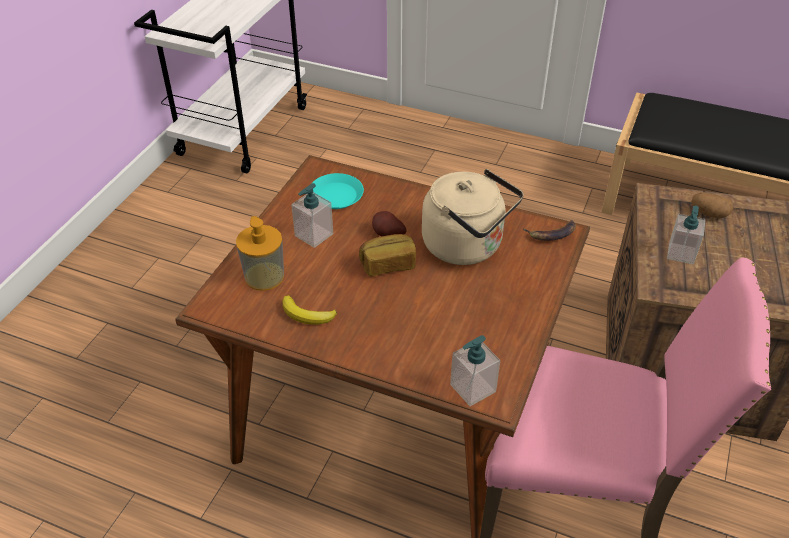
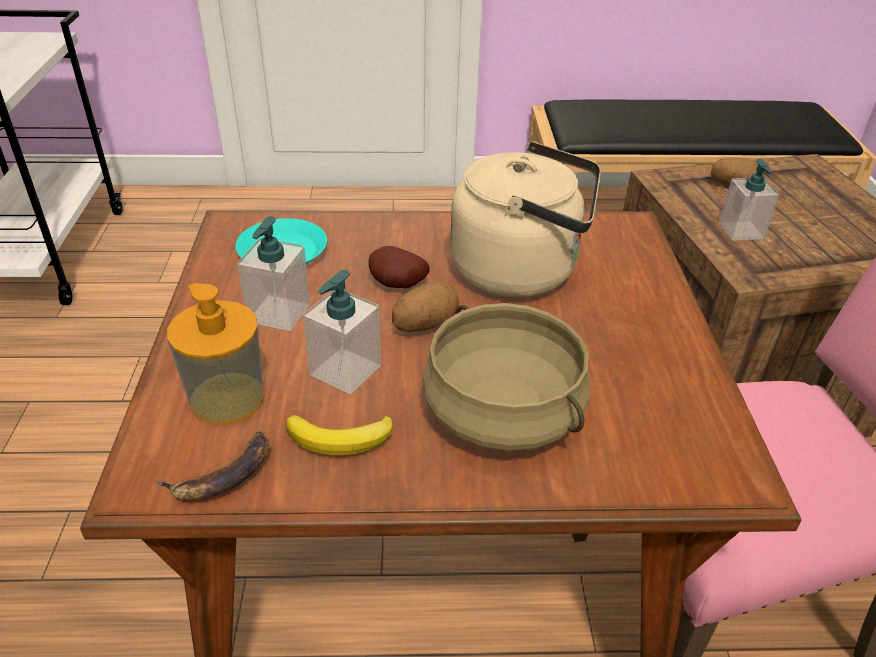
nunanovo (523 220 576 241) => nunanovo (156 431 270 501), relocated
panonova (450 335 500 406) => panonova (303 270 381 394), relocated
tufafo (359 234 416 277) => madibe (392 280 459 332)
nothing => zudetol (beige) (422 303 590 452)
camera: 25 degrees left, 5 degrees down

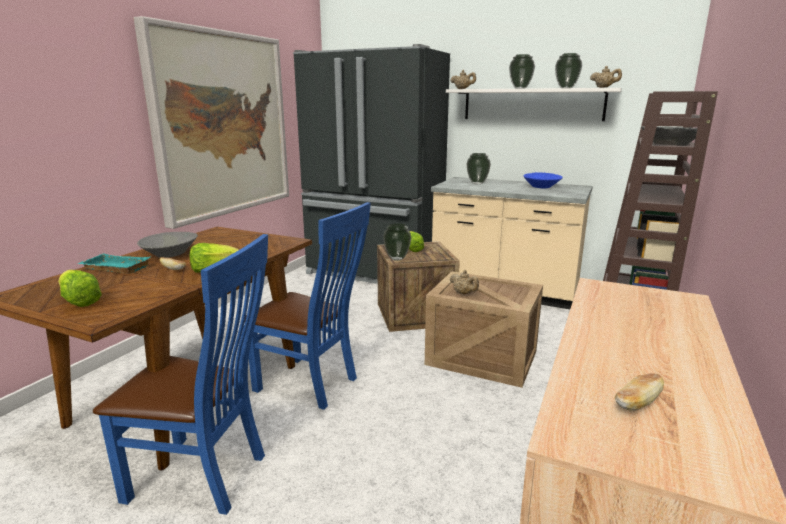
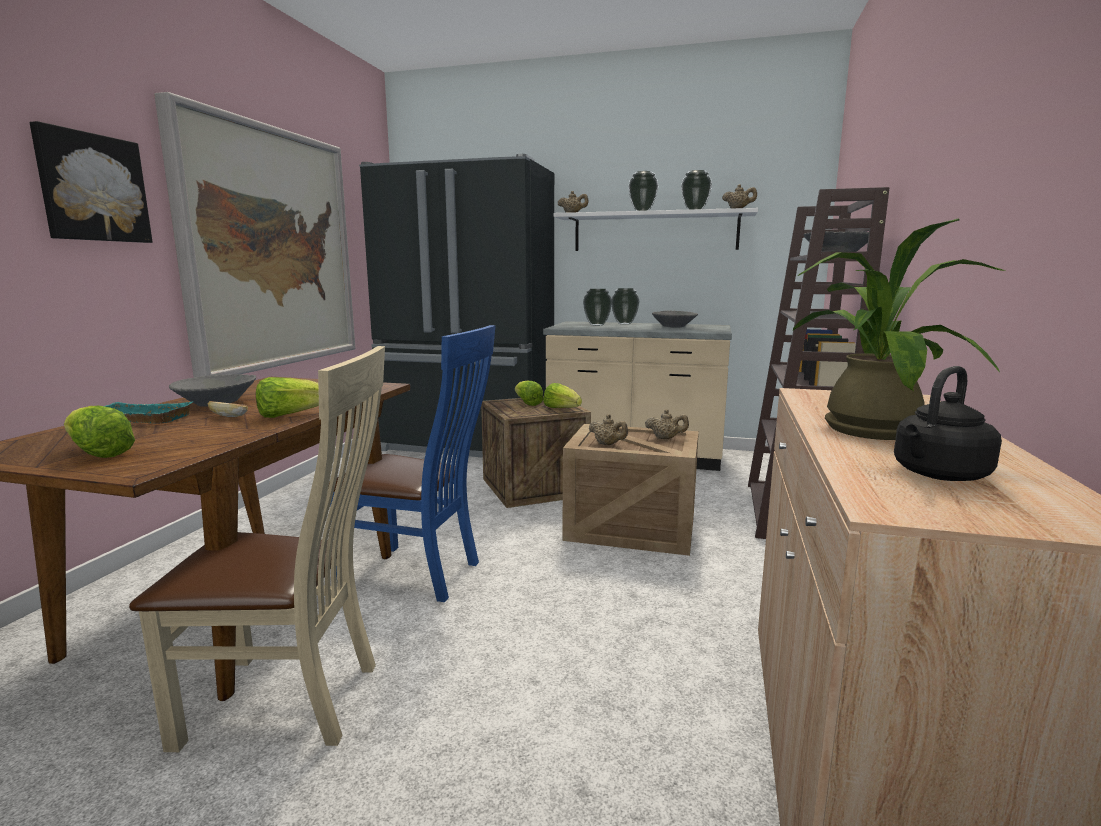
nothing => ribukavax (30 121 152 243)
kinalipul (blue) (93 234 268 515) => kinalipul (beige) (129 346 385 752)
nothing => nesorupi (543 383 582 408)
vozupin (383 223 411 261) => vozupin (612 288 640 325), relocated
nothing => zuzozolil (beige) (645 409 689 439)
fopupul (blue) (523 172 563 188) => fopupul (grey) (652 311 698 327)
nothing => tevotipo (793 219 1005 440)
tufafo (615 373 664 411) => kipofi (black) (894 366 1002 481)
camera: 10 degrees left, 5 degrees down

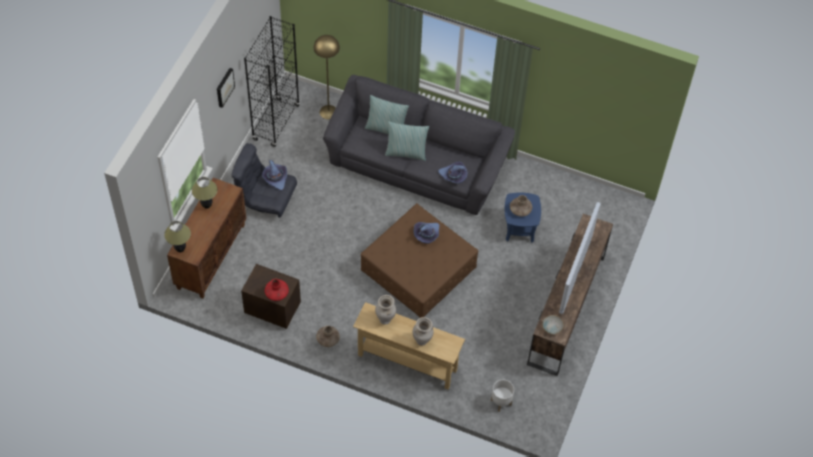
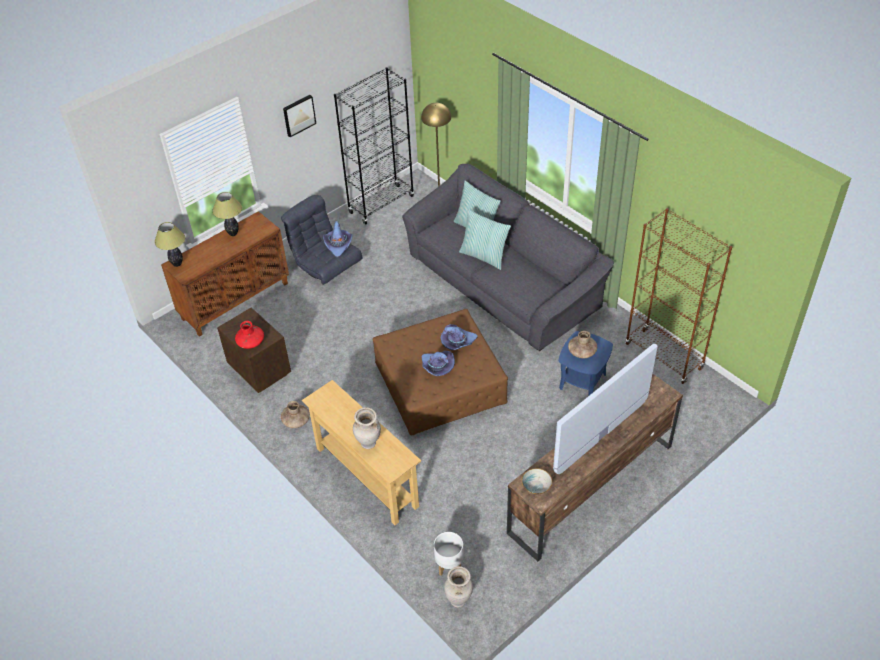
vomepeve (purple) (438 162 468 184) => vomepeve (purple) (422 351 455 376), relocated
vozupin (beige) (375 295 396 325) => vozupin (beige) (444 566 473 607), relocated
nothing => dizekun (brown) (625 208 732 384)
camera: 30 degrees right, 10 degrees down

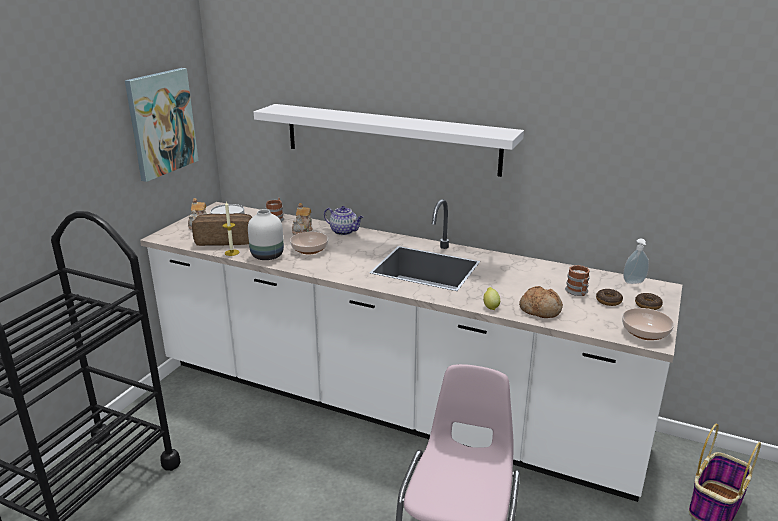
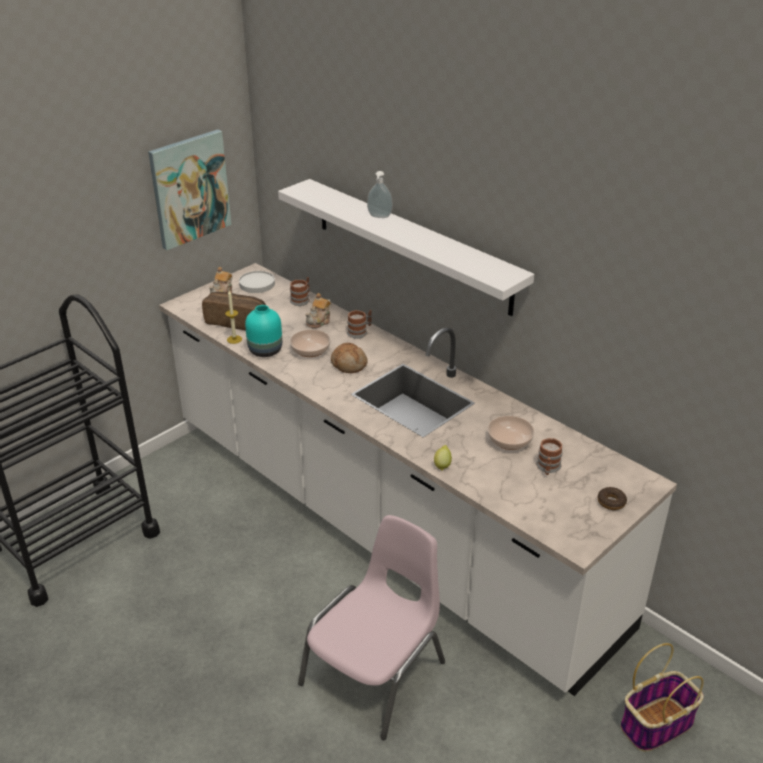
vozupin (white) (248 209 284 260) => vozupin (turquoise) (245 305 282 357)
tufafo (519 286 563 318) => tufafo (331 343 368 373), relocated
zuzozolil (324 206 363 235) => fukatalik (347 310 372 339)
panonova (623 239 649 284) => panonova (367 171 393 218), relocated
fopupul (622 308 674 340) => fopupul (488 416 534 450), relocated
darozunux (596 289 623 306) => nothing
camera: 20 degrees right, 10 degrees up

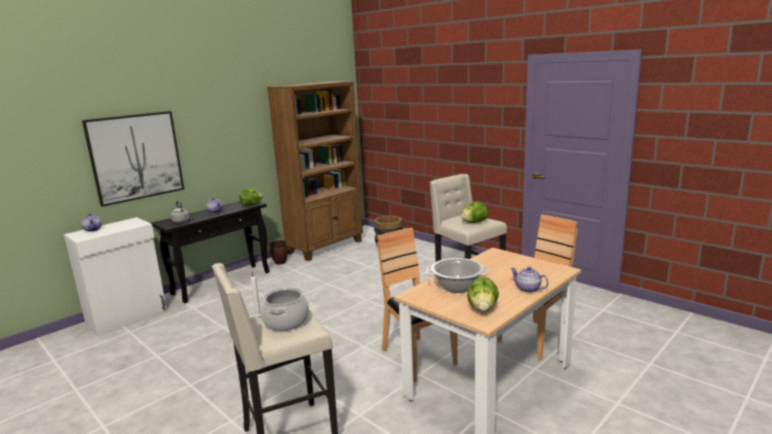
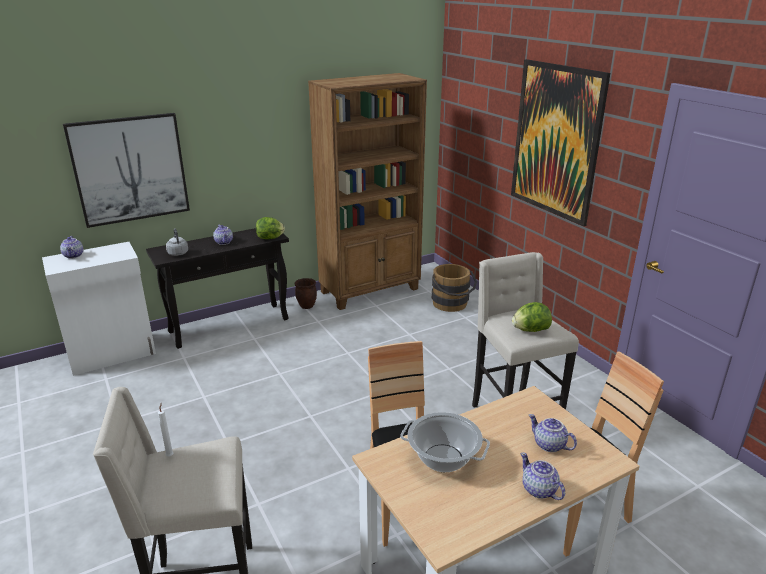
nothing => ribukavax (511 59 610 226)
nothing => zuzozolil (529 414 577 452)
zudetol (261 287 309 331) => nothing
nesorupi (467 277 499 312) => nothing
camera: 15 degrees right, 10 degrees up

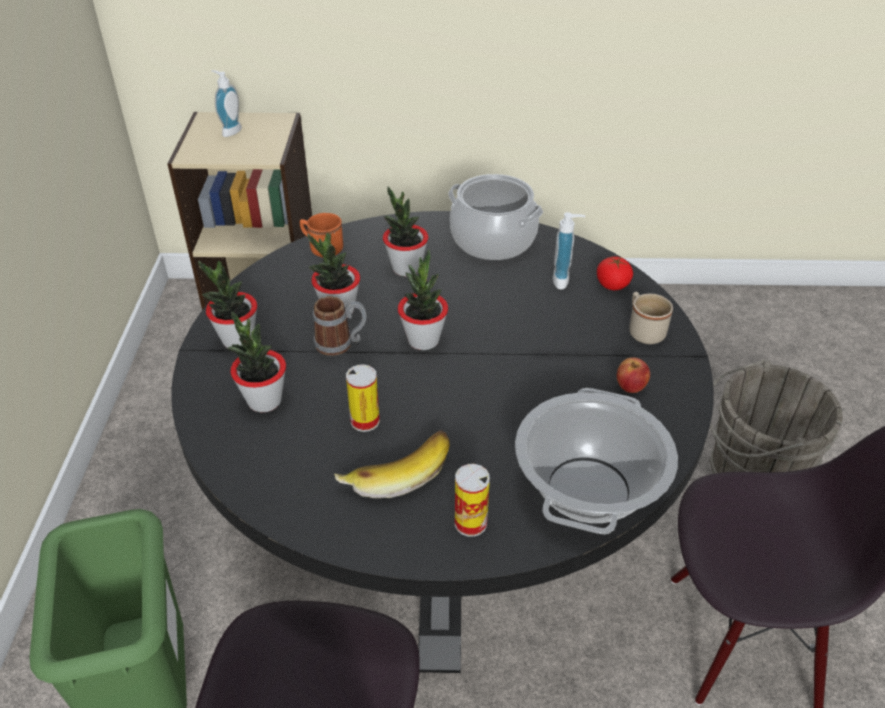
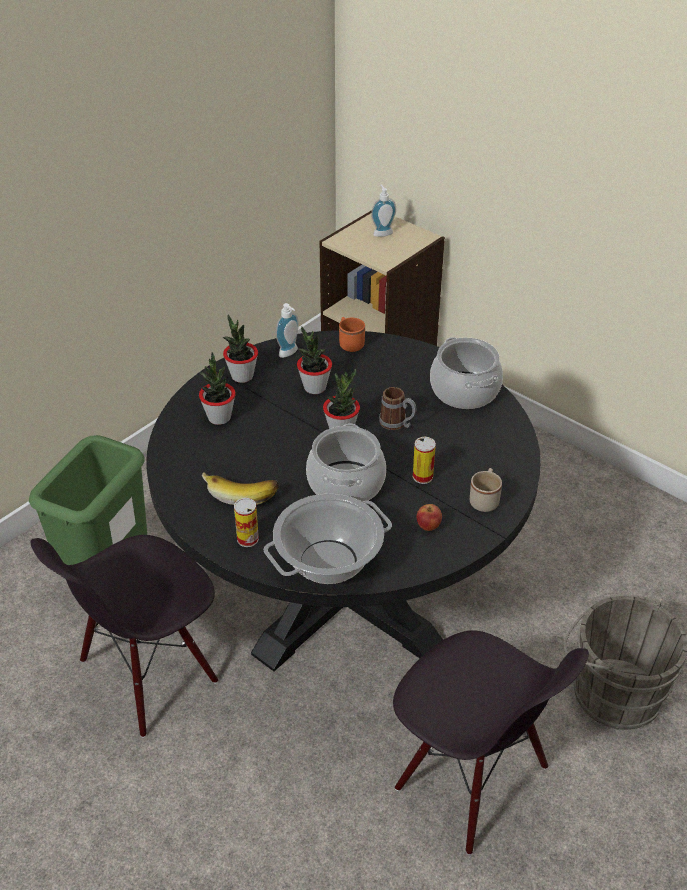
panonova (552 212 585 290) => panonova (276 303 299 358), relocated
nothing => zudetol (306 424 386 502)
fukatalik (313 296 366 356) => fukatalik (379 387 417 430), relocated
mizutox (346 364 380 432) => mizutox (413 437 436 484), relocated
tevotipo (383 186 429 277) => nothing
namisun (597 256 633 290) => nothing
camera: 40 degrees right, 0 degrees up

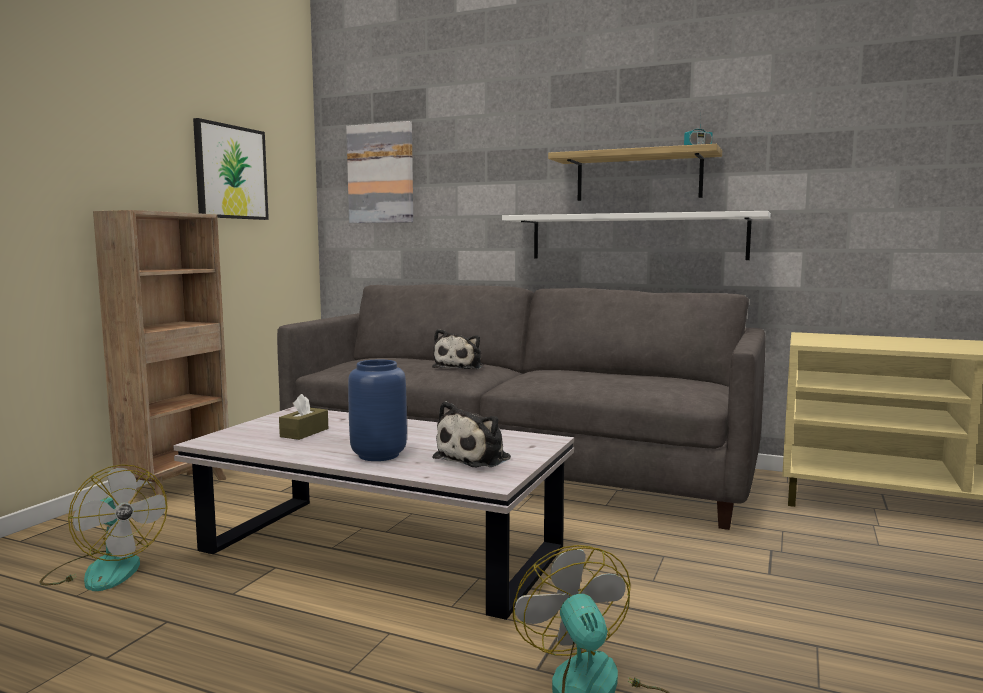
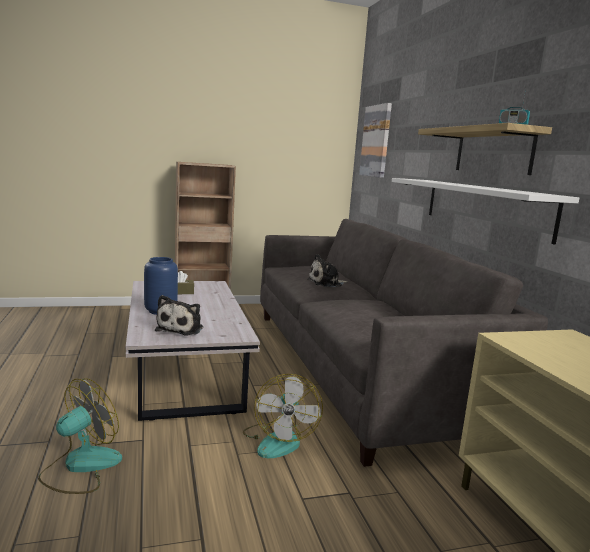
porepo (432 401 511 467) => porepo (155 295 203 335), 75 degrees counterclockwise
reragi (39 464 168 591) => reragi (243 374 323 458), relocated
ribukavax (193 118 269 220) => nothing
camera: 50 degrees right, 5 degrees up

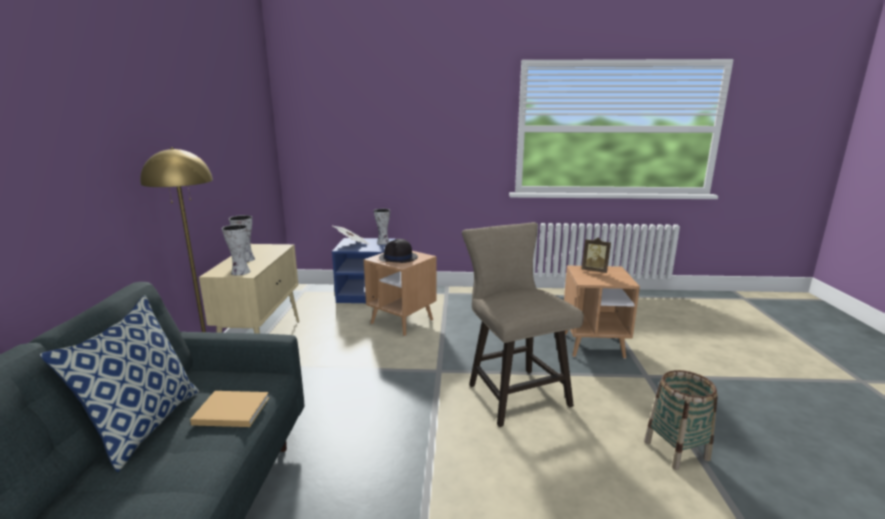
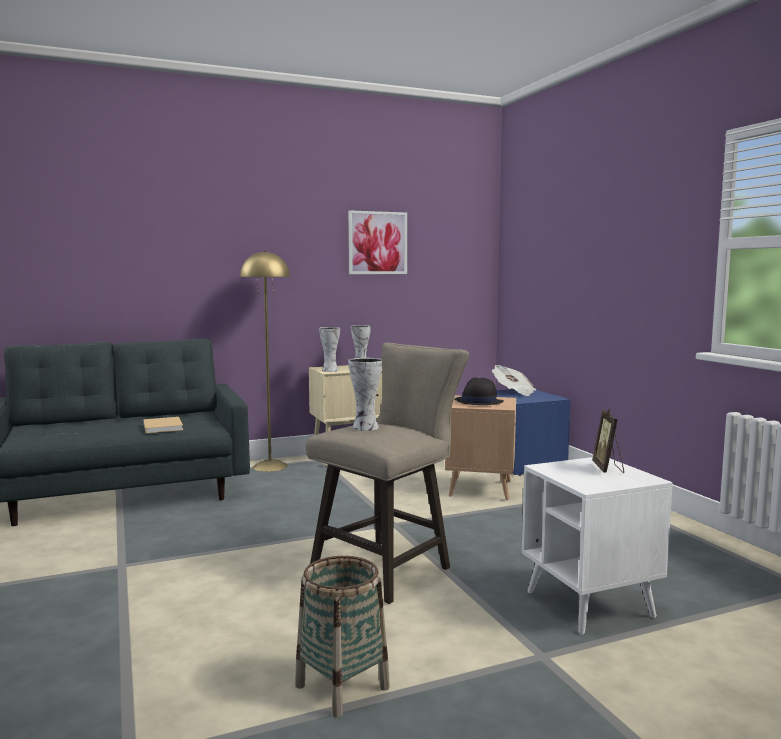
nothing => ribukavax (348 210 407 274)
vozupin (374 209 390 245) => vozupin (348 358 382 431), relocated
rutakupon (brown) (564 265 640 359) => rutakupon (white) (522 457 673 635)
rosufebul (39 295 199 472) => nothing
camera: 65 degrees right, 10 degrees down

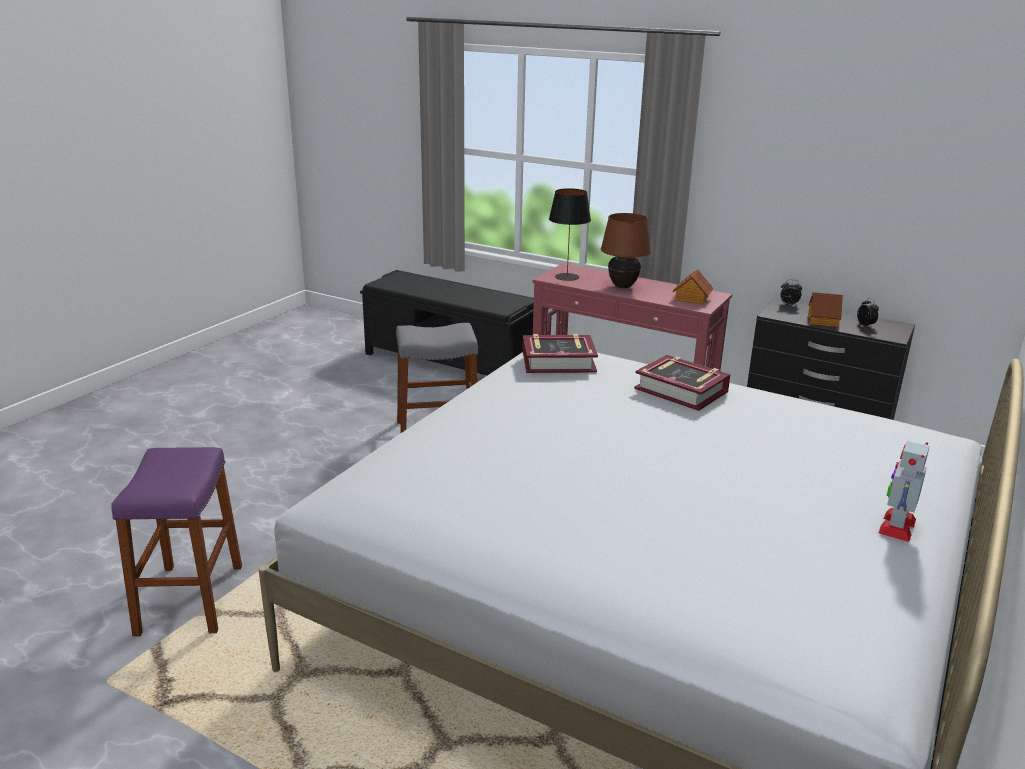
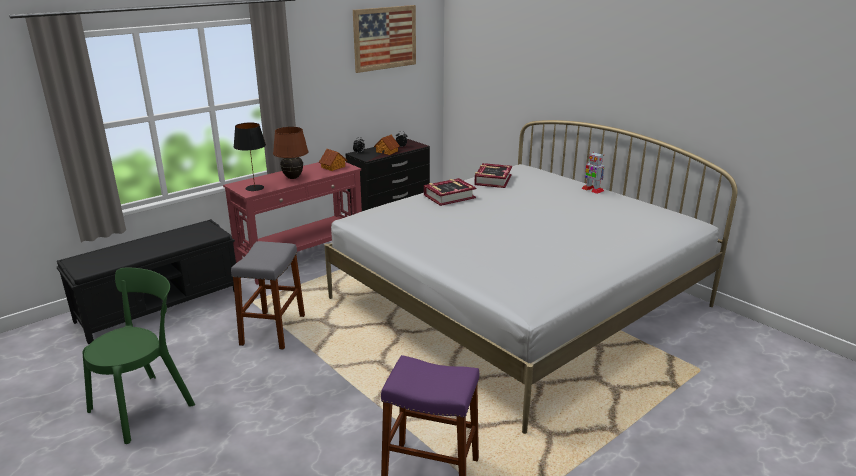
nothing => kinalipul (green) (83 268 195 444)
nothing => ribukavax (353 5 416 73)
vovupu (523 334 598 373) => vovupu (474 163 512 188), relocated
camera: 70 degrees left, 0 degrees up

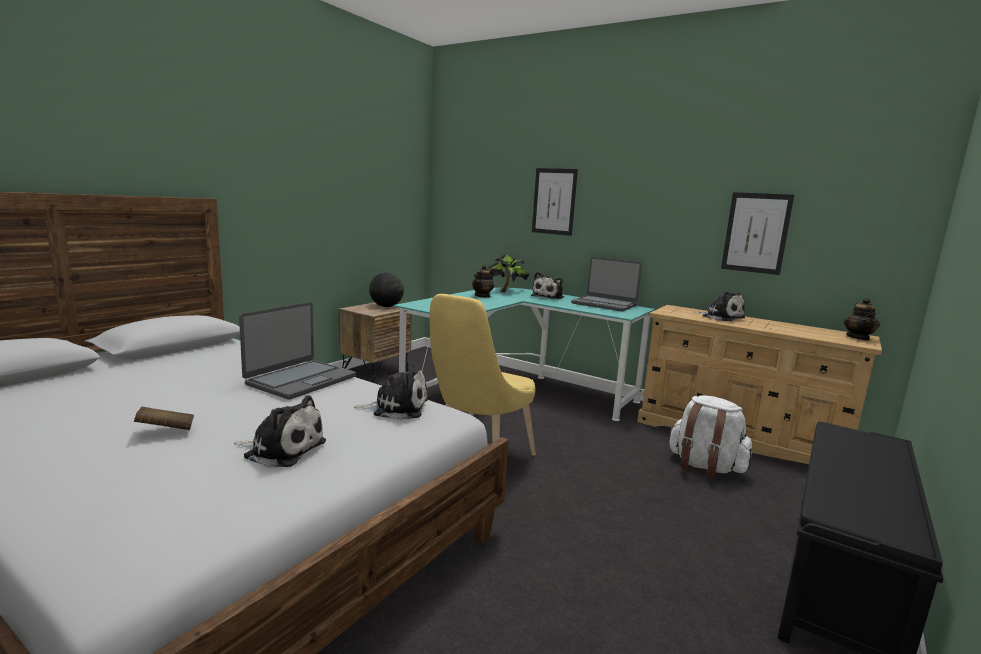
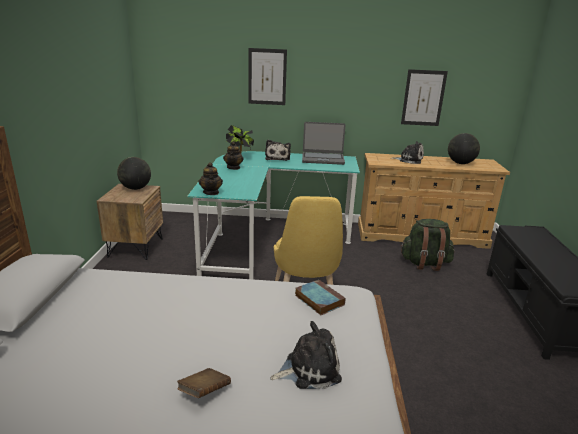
zuzozolil (844 298 880 341) => zuzozolil (199 162 223 195), relocated
porepo (354 363 428 420) => vovupu (295 279 346 315)
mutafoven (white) (669 395 752 479) => mutafoven (green) (400 219 454 271)
nothing => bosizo (448 133 480 164)
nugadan (239 302 356 400) => nothing
camera: 30 degrees left, 10 degrees up

